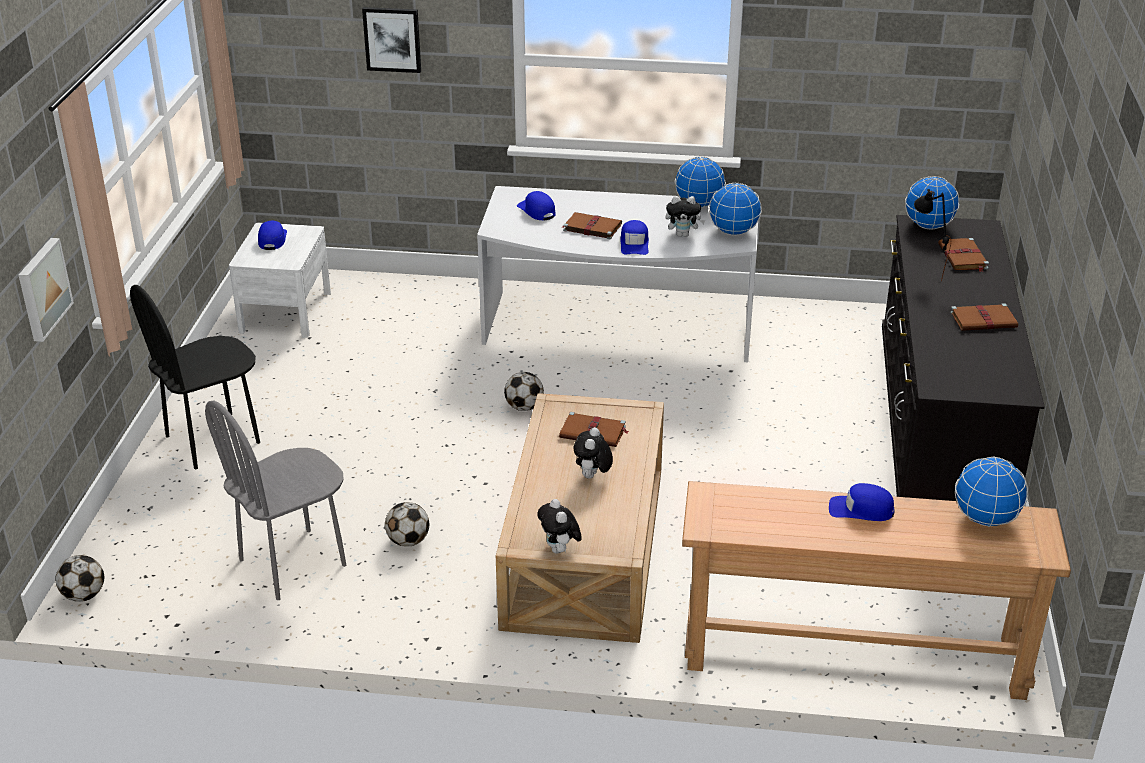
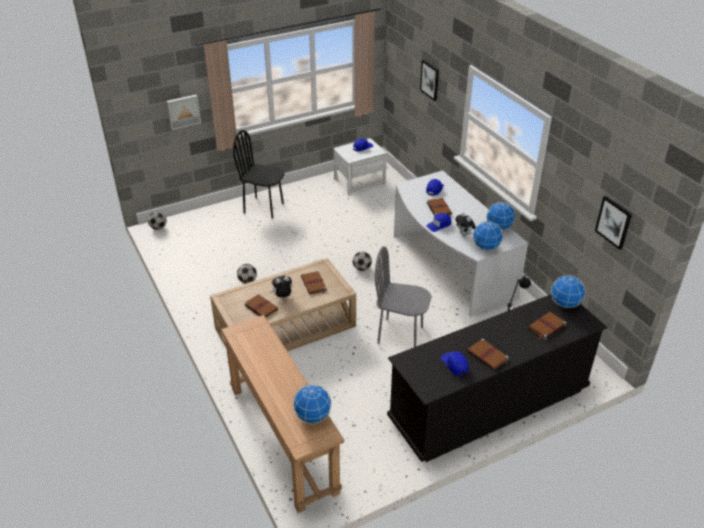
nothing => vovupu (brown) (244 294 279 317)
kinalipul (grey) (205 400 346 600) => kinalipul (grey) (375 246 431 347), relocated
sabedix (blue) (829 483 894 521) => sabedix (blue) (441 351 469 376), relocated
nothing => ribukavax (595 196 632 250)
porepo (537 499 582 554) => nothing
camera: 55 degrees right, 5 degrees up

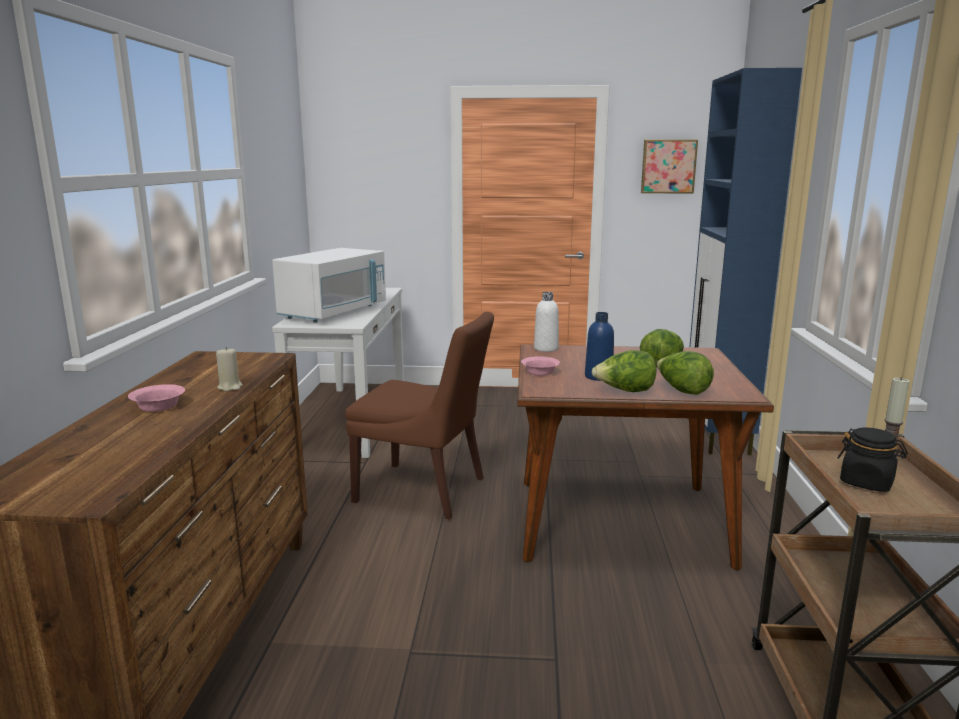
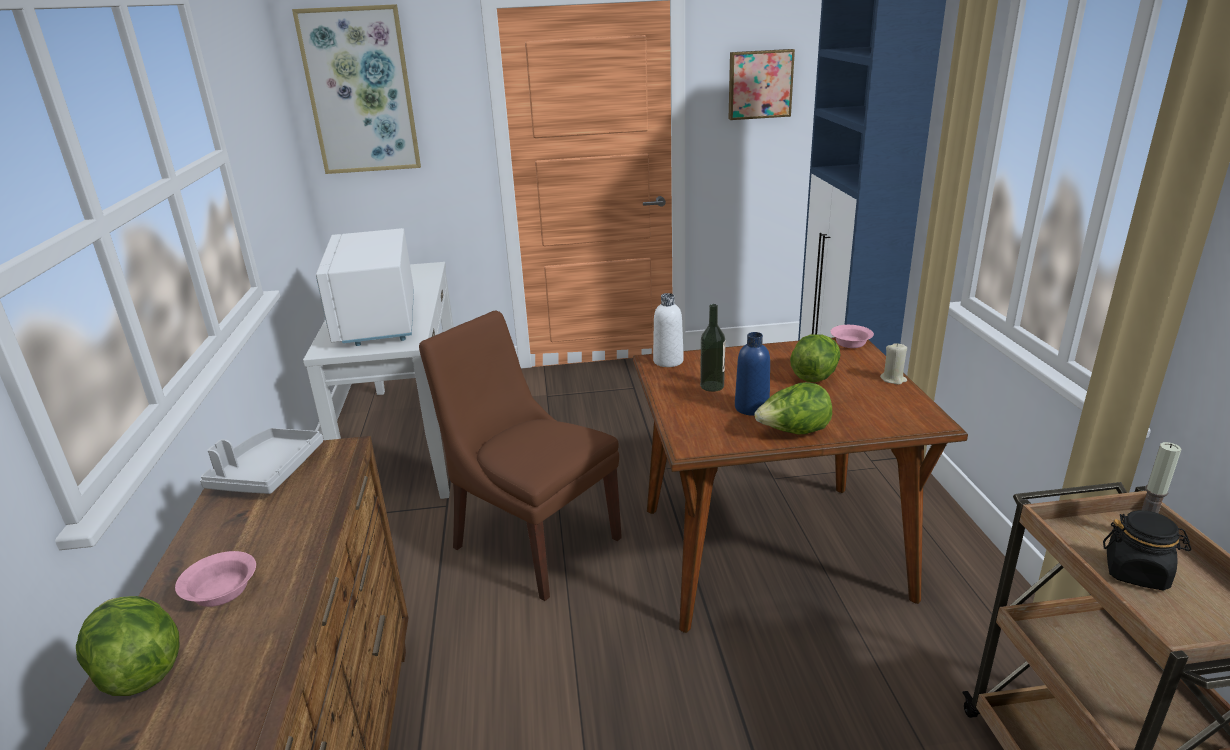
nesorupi (657 351 714 395) => nesorupi (76 596 180 696), relocated
nothing => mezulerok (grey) (200 428 323 494)
nothing => ribukavax (292 4 421 174)
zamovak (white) (272 248 386 322) => zamovak (white) (316 228 414 346), 150 degrees clockwise
kinalipul (brown) (345 312 494 519) => kinalipul (brown) (419 311 622 601), 150 degrees counterclockwise
nothing => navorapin (700 304 725 392)
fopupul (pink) (521 356 560 376) => fopupul (pink) (830 325 874 348), relocated
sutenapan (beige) (216 347 243 391) => sutenapan (beige) (880 343 907 385), relocated
camera: 10 degrees left, 10 degrees up

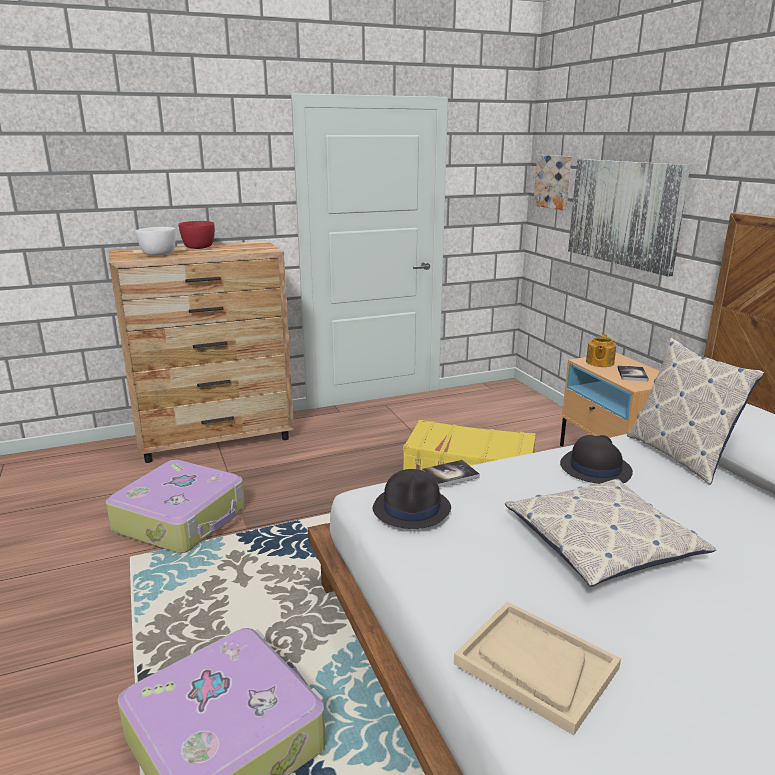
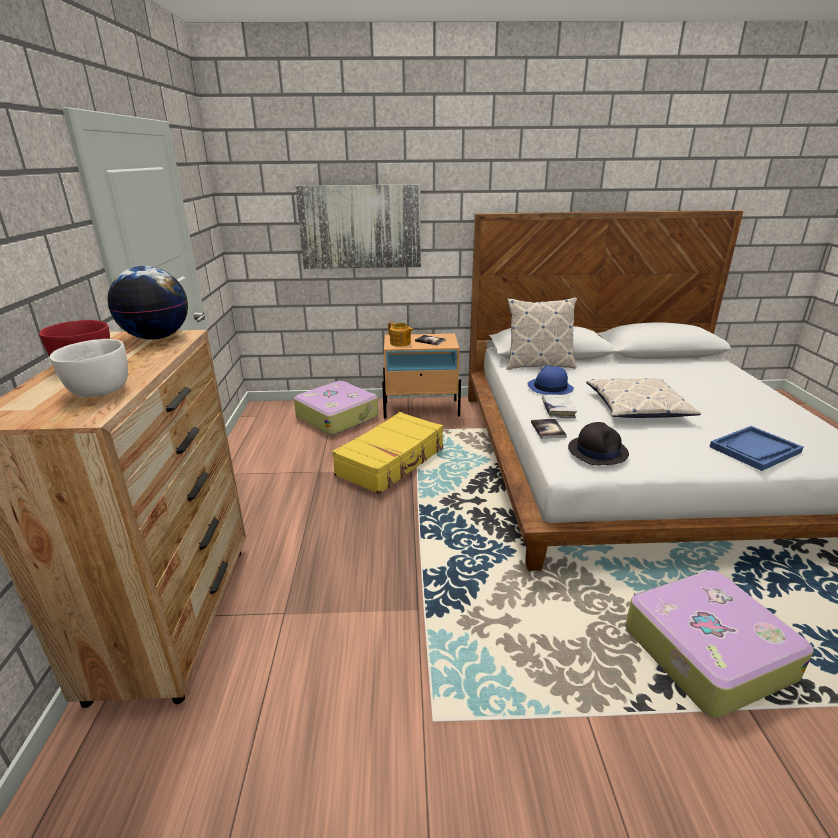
nothing => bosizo (107 266 188 339)
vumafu (106 460 245 553) => vumafu (294 381 378 435), relocated
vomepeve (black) (560 435 633 484) => vomepeve (blue) (527 365 574 395)
nothing => vovupu (white) (542 394 577 419)
mezulerok (beige) (454 602 621 736) => mezulerok (blue) (710 426 803 471)
ribukavax (533 155 572 210) => nothing
camera: 70 degrees left, 5 degrees up

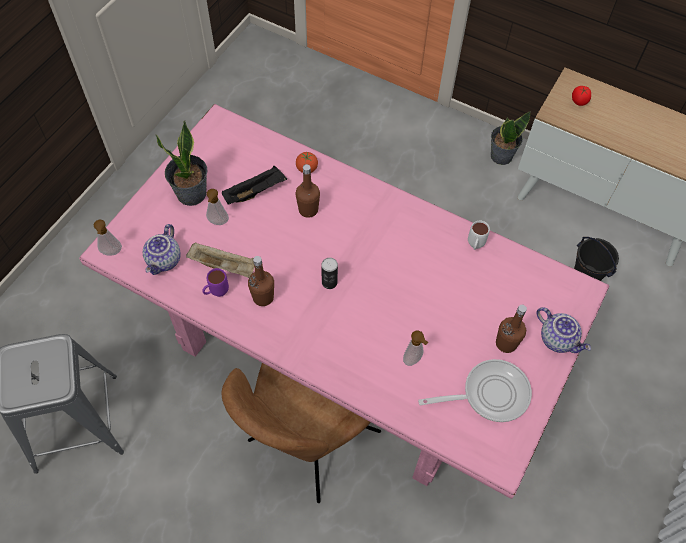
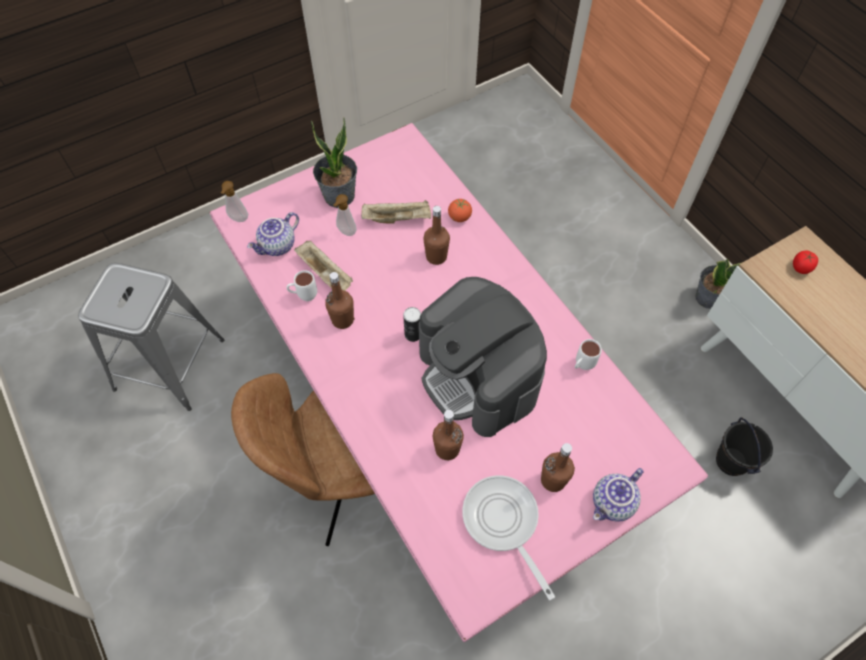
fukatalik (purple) (203 268 229 297) => fukatalik (white) (286 270 317 301)
mezulerok (black) (222 166 287 205) => mezulerok (beige) (361 200 431 224)
nothing => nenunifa (419 277 547 437)
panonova (403 330 428 366) => navorapin (brown) (433 410 464 460)
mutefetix (418 359 532 422) => mutefetix (462 475 555 600), 135 degrees counterclockwise
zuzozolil (536 307 591 353) => zuzozolil (593 468 644 522), 60 degrees clockwise
camera: 30 degrees right, 0 degrees up

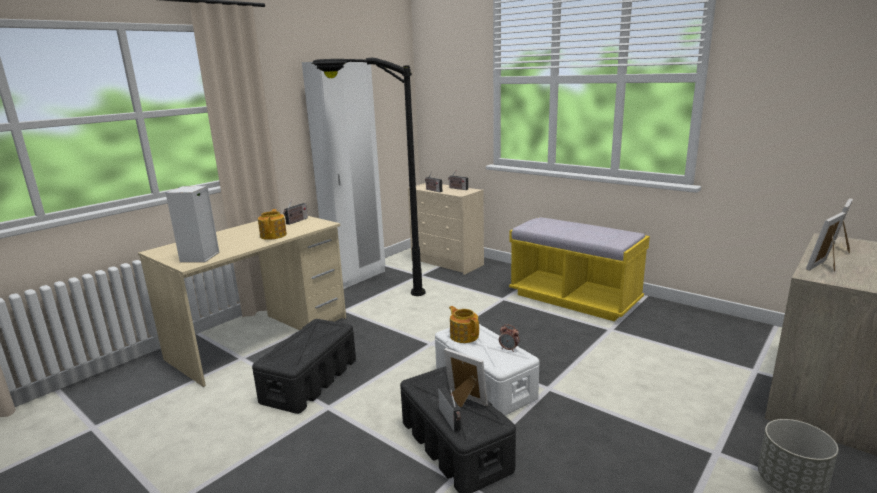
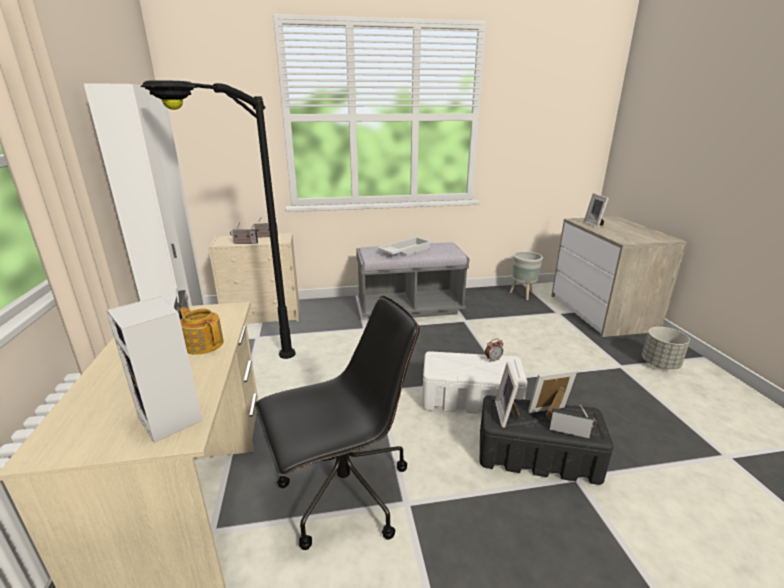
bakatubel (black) (252 319 356 414) => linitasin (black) (255 296 420 550)
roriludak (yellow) (509 217 650 322) => roriludak (grey) (356 242 470 318)
nothing => mezulerok (white) (377 237 431 255)
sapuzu (806 212 846 272) => sapuzu (495 362 519 428), relocated
nothing => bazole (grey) (510 251 543 300)
zuzozolil (449 306 479 343) => nothing
camera: 50 degrees left, 5 degrees up

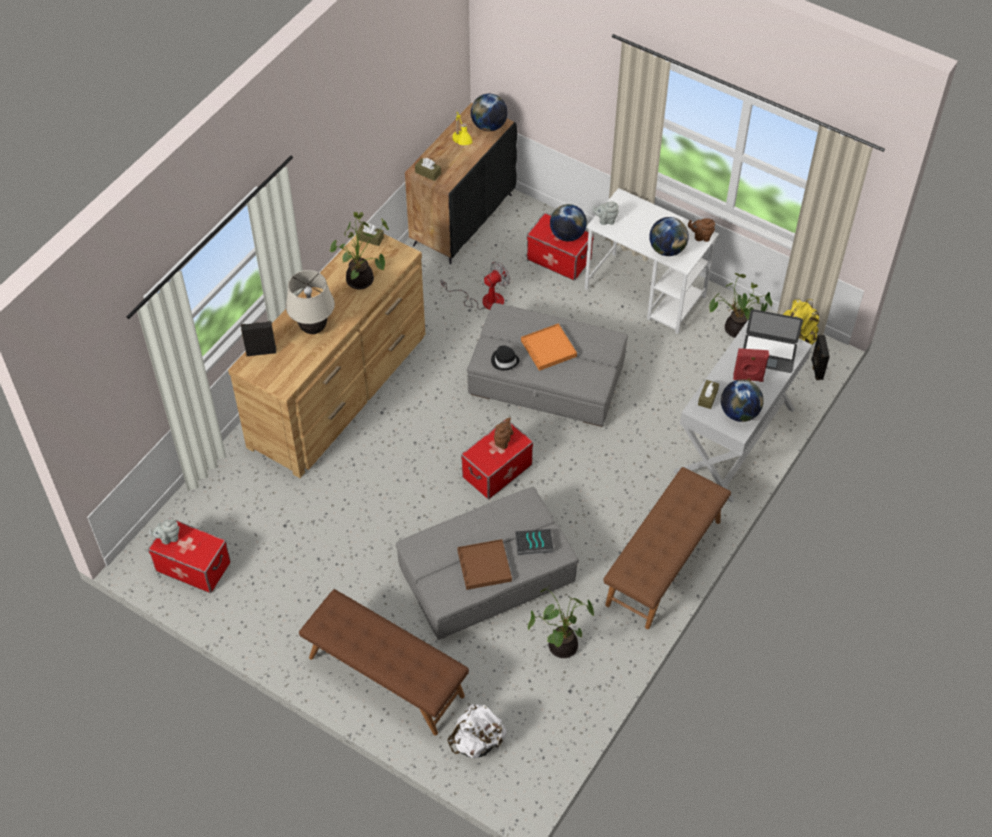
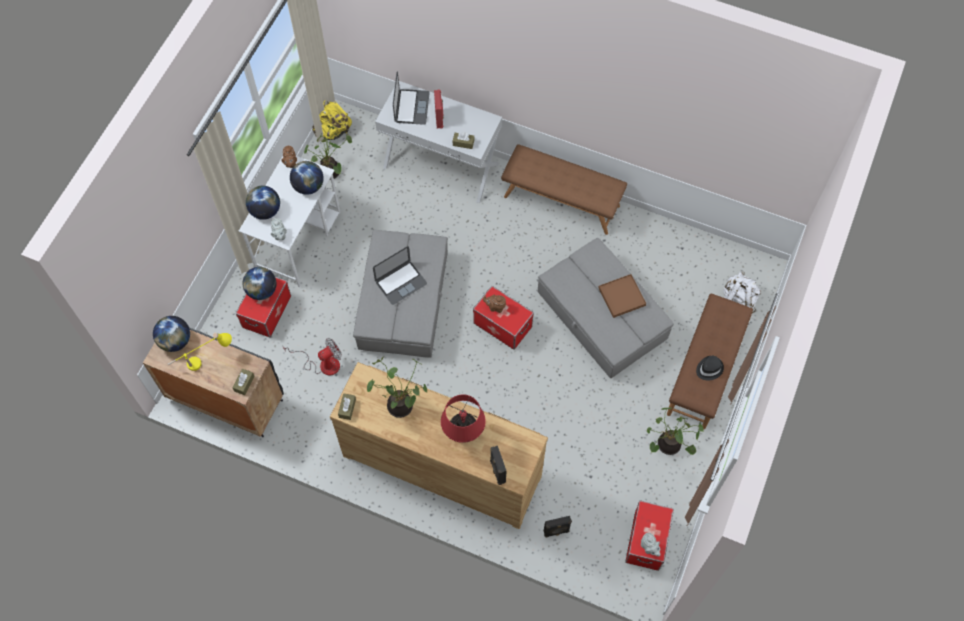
bosizo (721 379 764 422) => bosizo (246 186 280 220), relocated
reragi (441 262 510 310) => reragi (282 338 342 376), 105 degrees clockwise
mezulerok (orange) (521 323 577 371) => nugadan (373 246 427 305)
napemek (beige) (286 270 335 334) => napemek (red) (441 394 486 443)
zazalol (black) (811 335 830 380) => zazalol (black) (544 516 572 538), relocated
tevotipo (528 586 595 658) => tevotipo (647 407 703 455), relocated
vomepeve (black) (491 345 519 370) => vomepeve (black) (696 356 724 381), relocated
vovupu (516 529 553 555) => nothing
camera: 100 degrees left, 10 degrees up

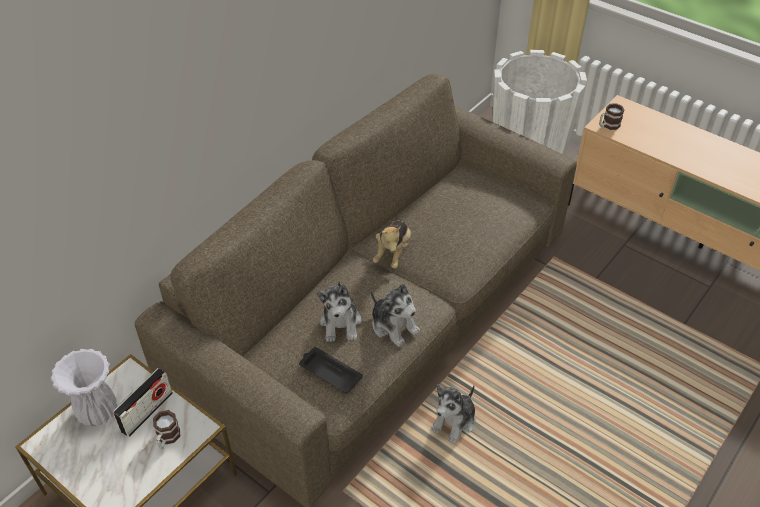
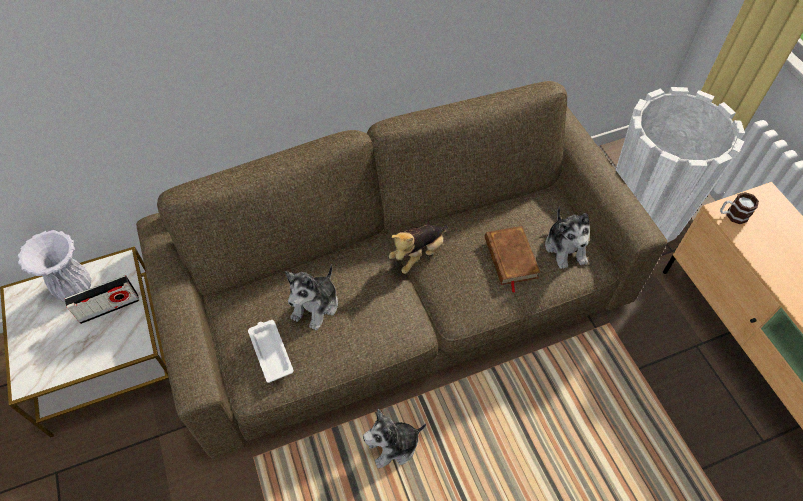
mezulerok (black) (299 347 363 393) => mezulerok (white) (248 320 294 383)
nothing => vovupu (brown) (485 226 541 293)
porepo (370 284 420 347) => porepo (545 207 590 269), relocated
fukatalik (153 410 180 449) => nothing
camera: 30 degrees right, 10 degrees up

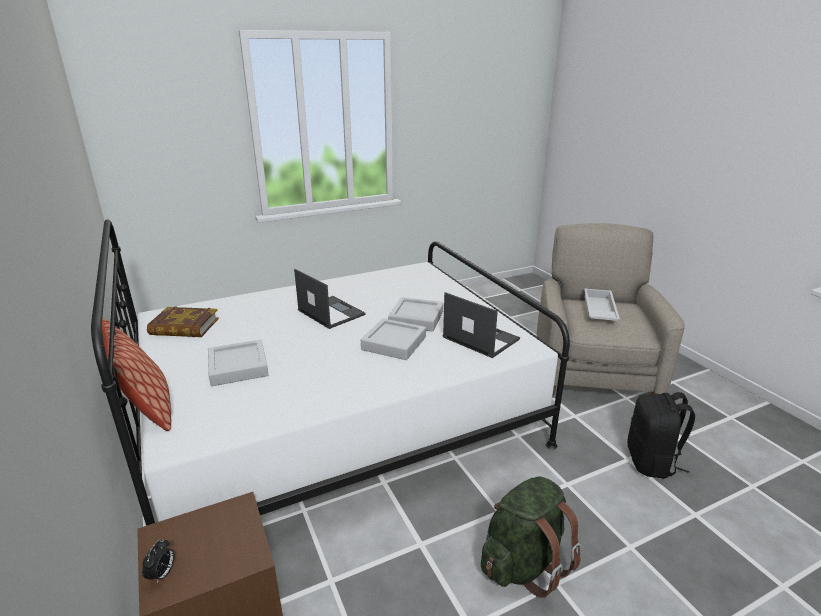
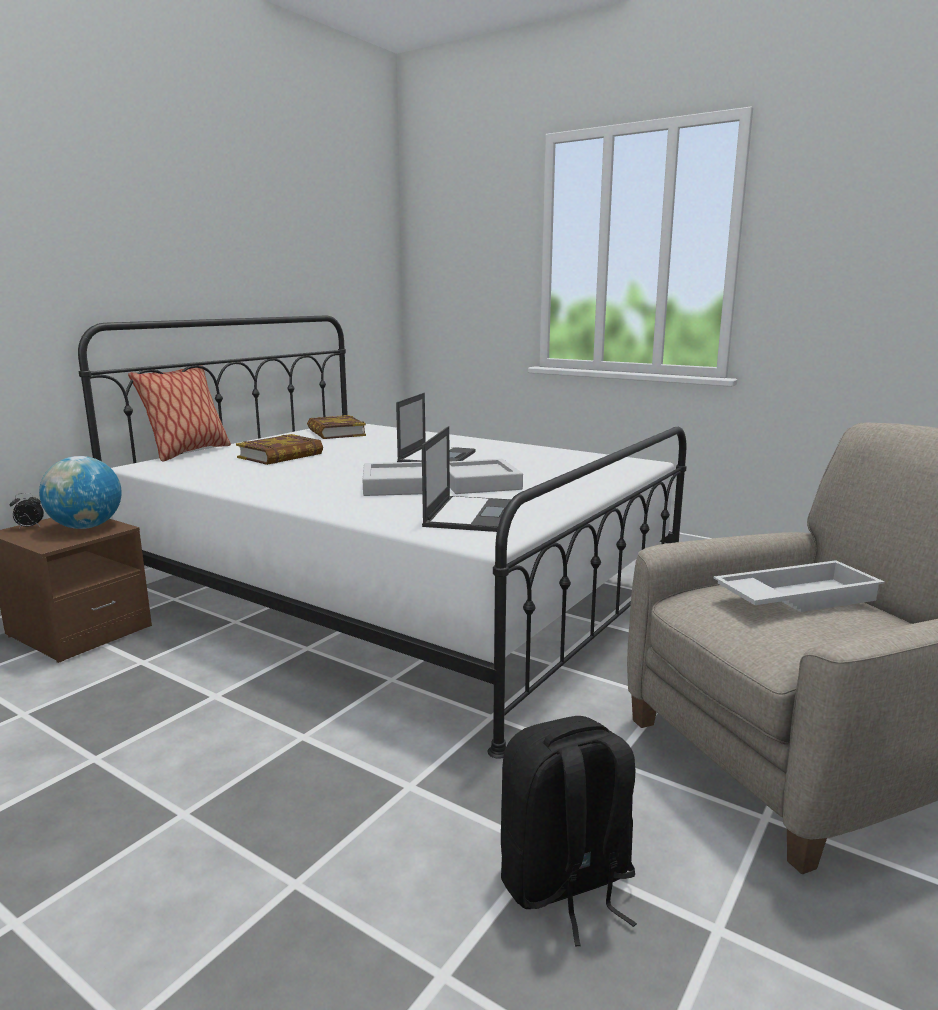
nothing => bosizo (39 456 122 529)
mezulerok (grey) (208 340 269 386) => vovupu (236 434 323 465)
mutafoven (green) (481 476 581 598) => nothing
camera: 60 degrees right, 10 degrees down

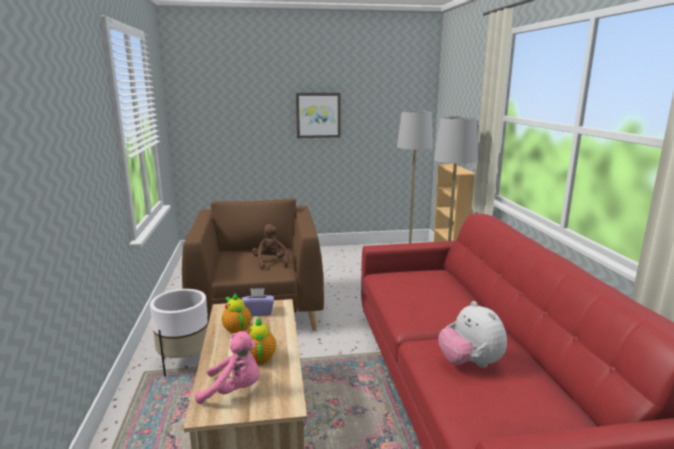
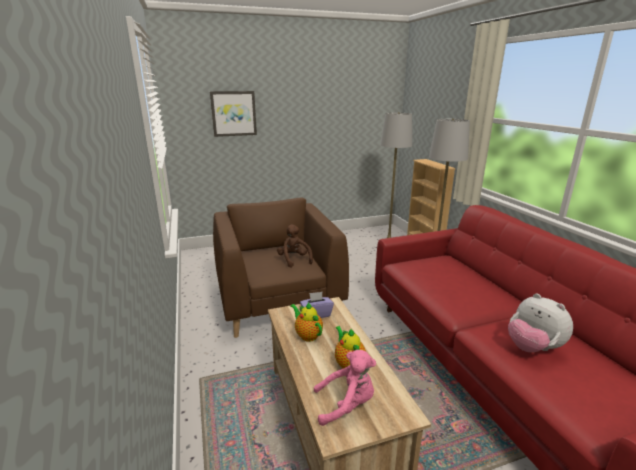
ribukavax (296 93 341 138) => ribukavax (210 91 257 137), relocated
bazole (white) (150 289 209 377) => nothing
camera: 10 degrees left, 5 degrees up

